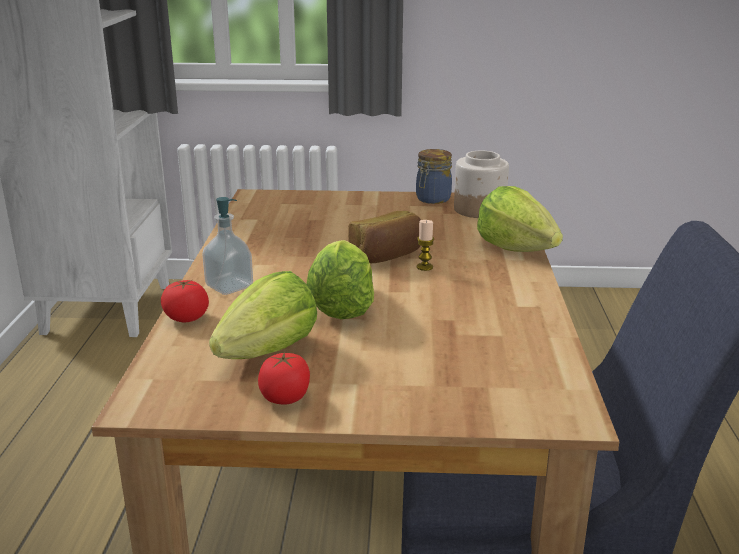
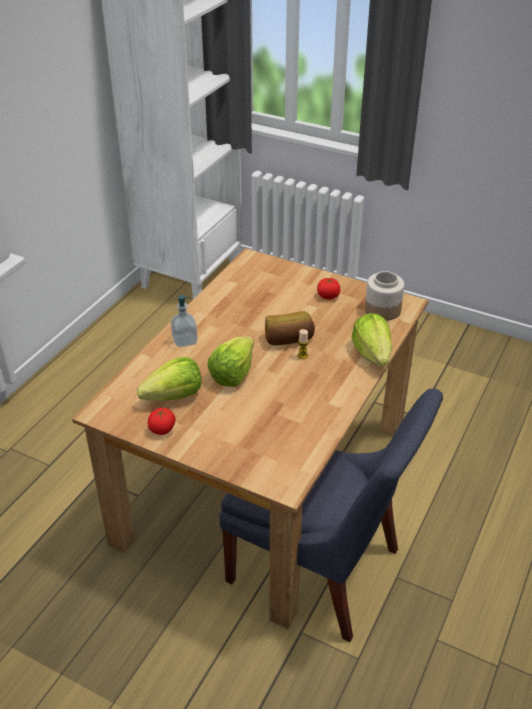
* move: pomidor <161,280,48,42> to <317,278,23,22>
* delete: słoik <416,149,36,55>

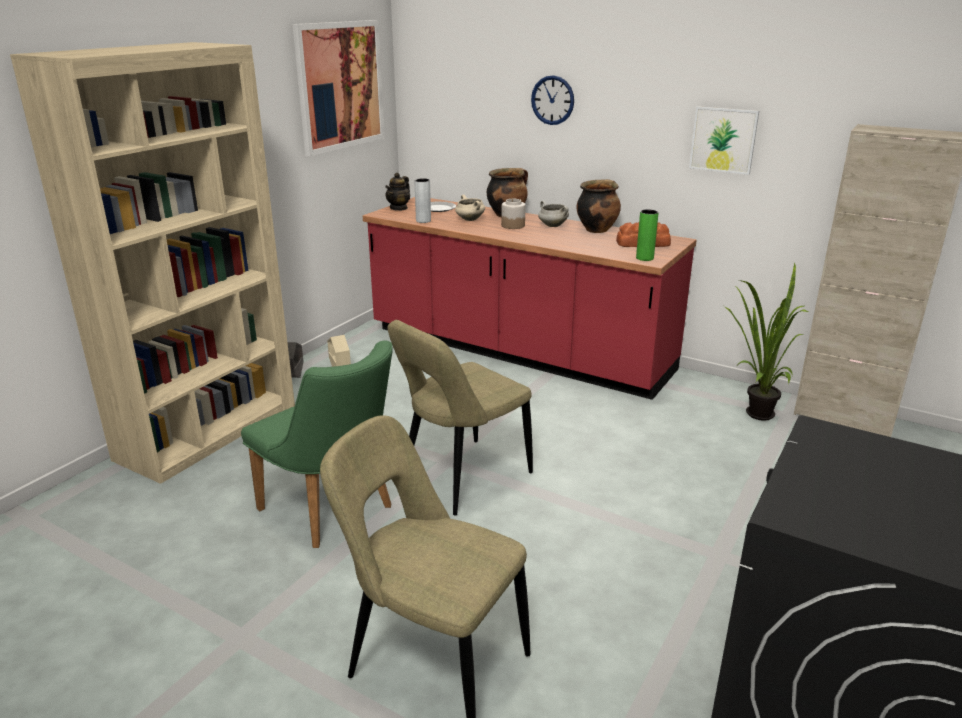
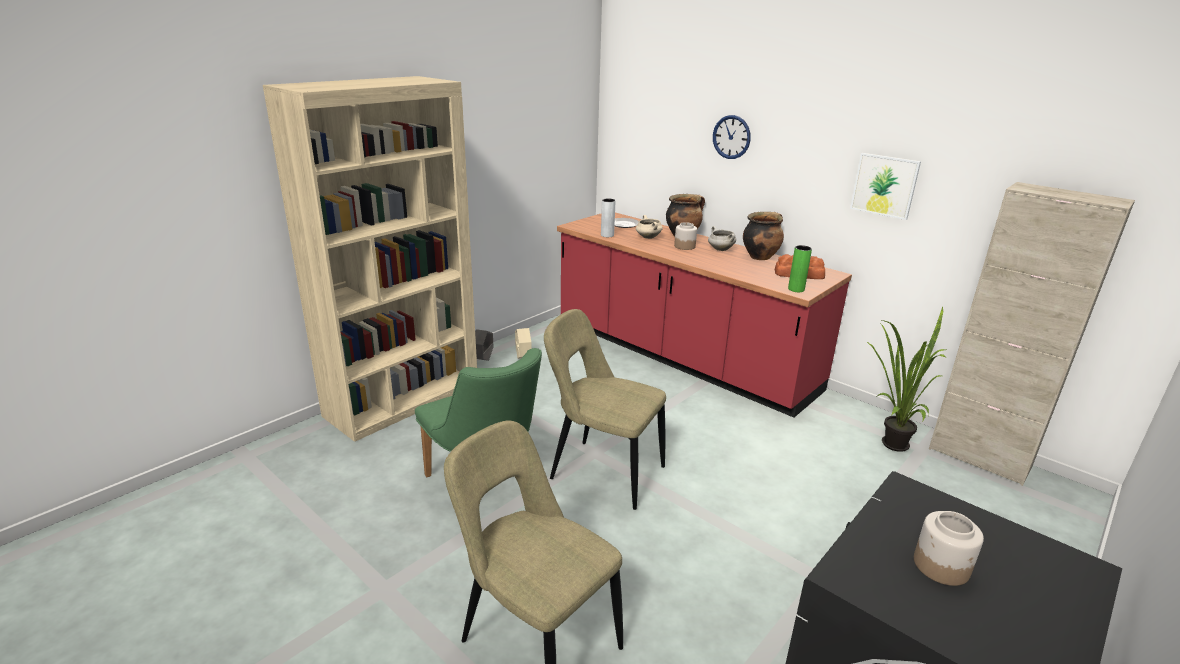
* rotate: krzesło/beżowy <388,320,145,196> = <544,309,122,201> 60 degrees clockwise
* insert: słoik <914,511,70,75>
* delete: obraz <293,20,91,136>
* delete: imbryk <385,172,25,39>

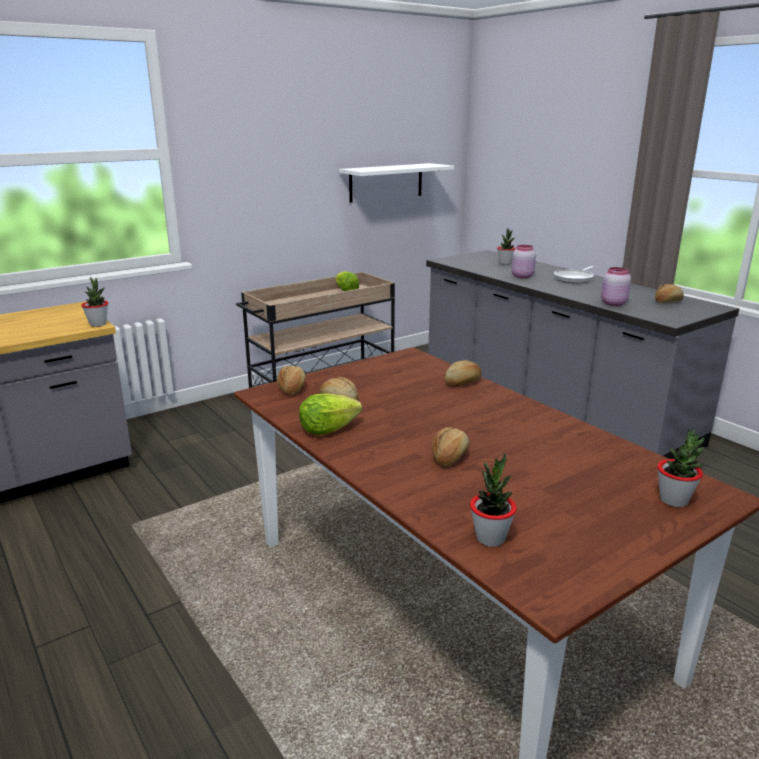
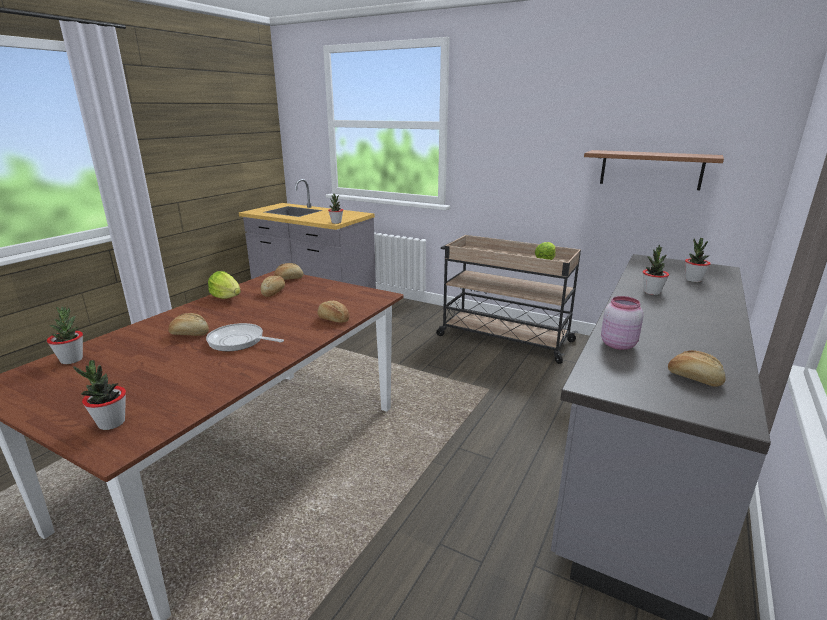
* move: patelnia <554,266,40,17> to <206,323,78,28>
* recolor: półka/biały <339,163,115,40> to półka/brązowy <584,150,140,40>
* replace: słoik/różowy <512,245,24,33> to roślina doniczkowa <643,245,26,50>

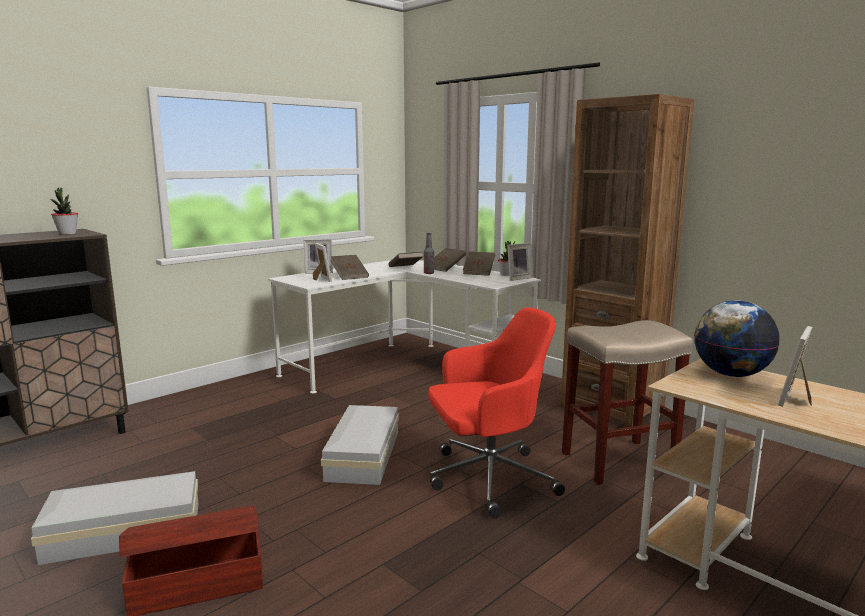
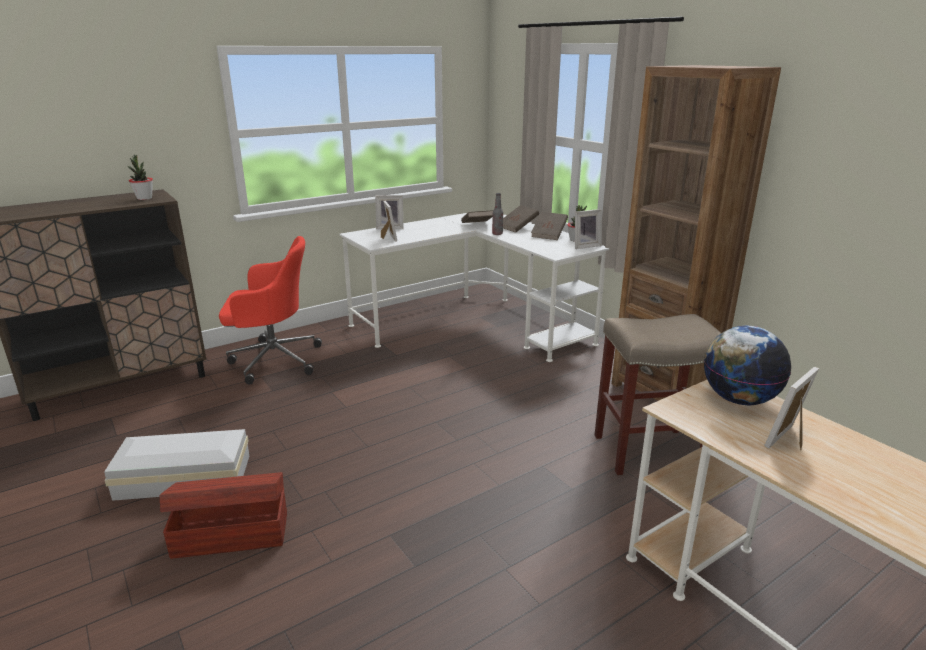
* move: krzesło biurowe/czerwony <428,307,137,212> to <219,236,103,149>
* delete: pojemnik do przechowywania/biały <321,405,78,80>
* delete: książka/brązowy <331,255,38,25>

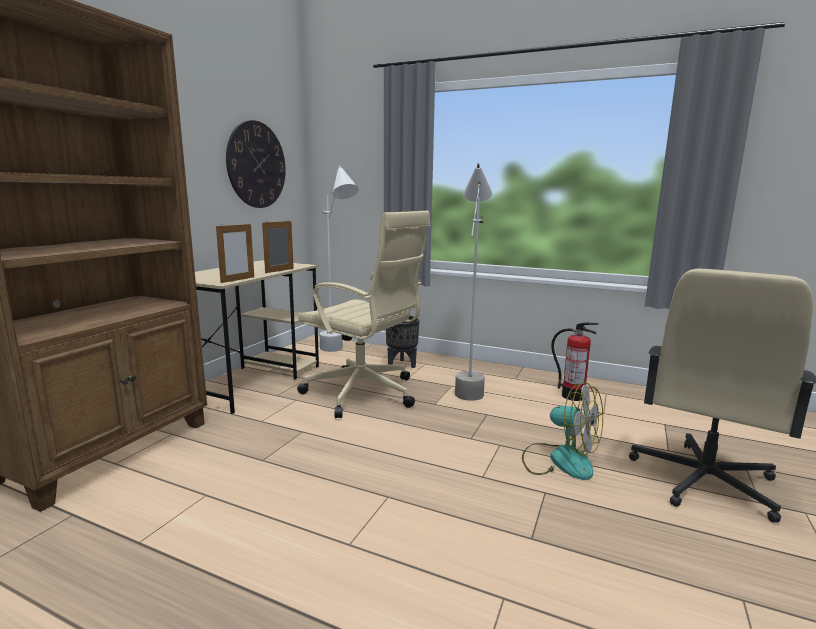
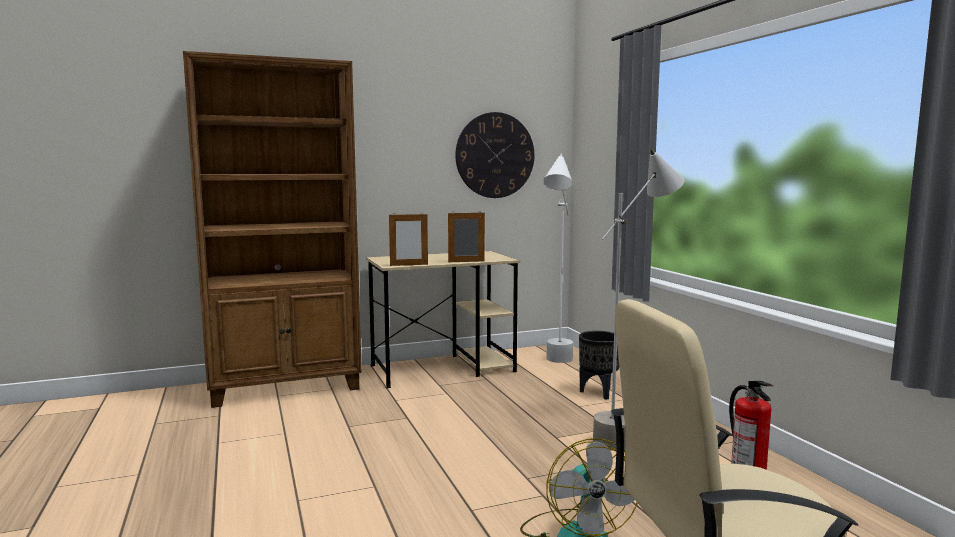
* delete: krzesło biurowe/beżowy <297,211,133,207>

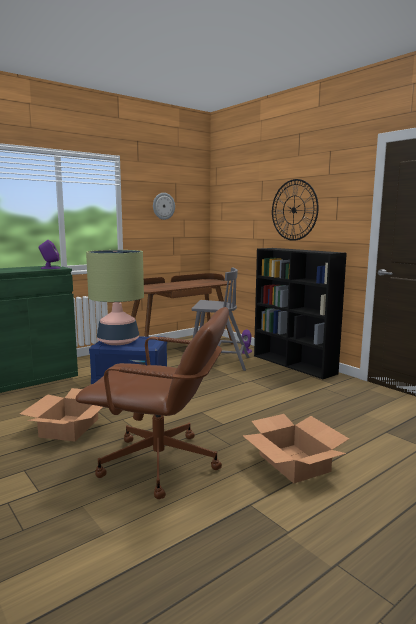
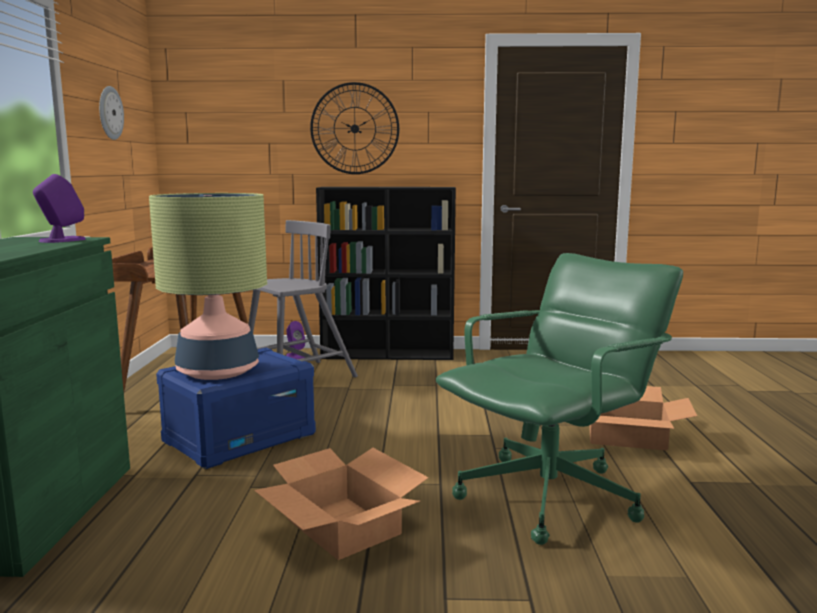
* recolor: krzesło biurowe/brązowy <75,307,154,192> to krzesło biurowe/zielony <436,253,247,292>

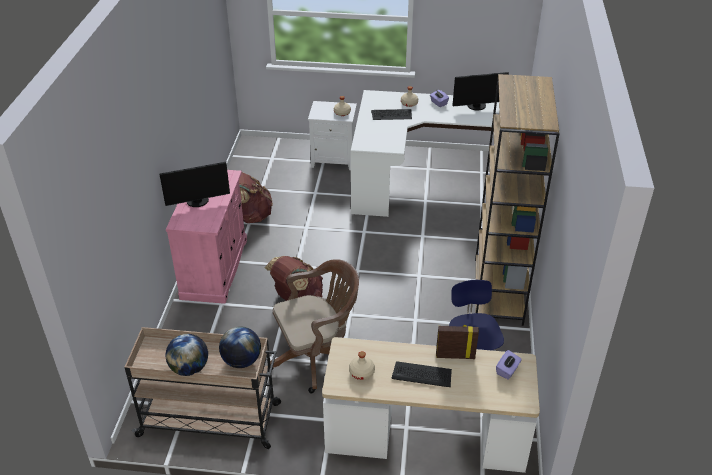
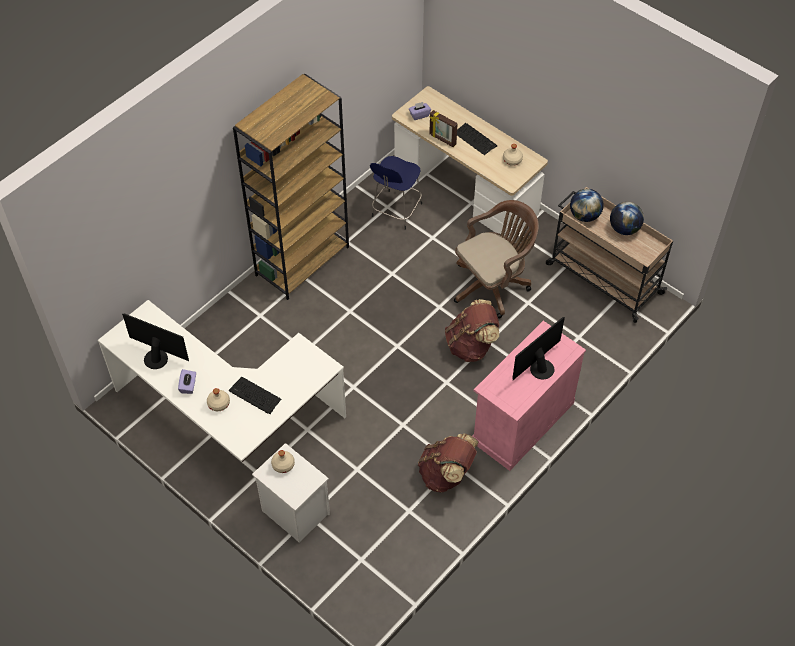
* rotate: krzesło biurowe/brązowy <270,259,89,135> = <454,200,85,119> 135 degrees clockwise
* rotate: monitor <160,162,70,45> = <512,317,53,63> 60 degrees counterclockwise

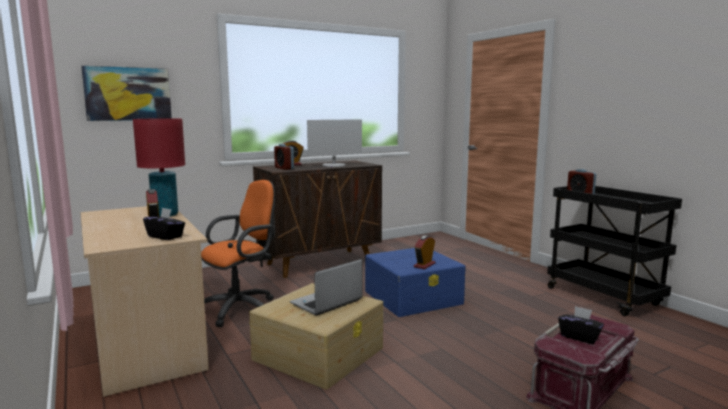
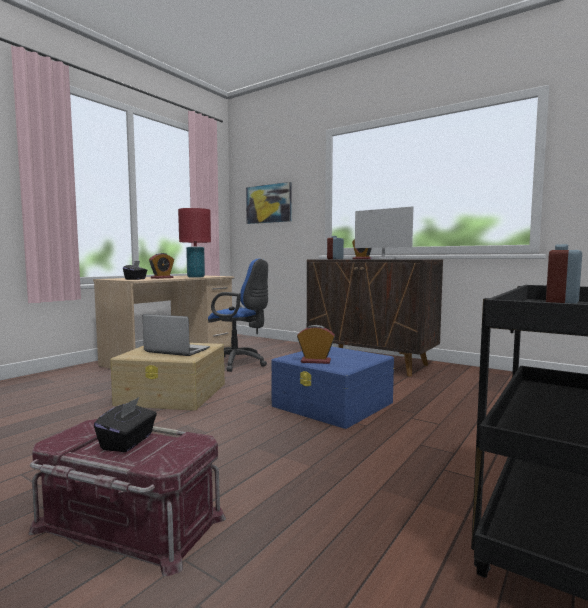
* recolor: krzesło biurowe/pomarańczowy <201,180,74,147> to krzesło biurowe/niebieski <208,259,60,113>

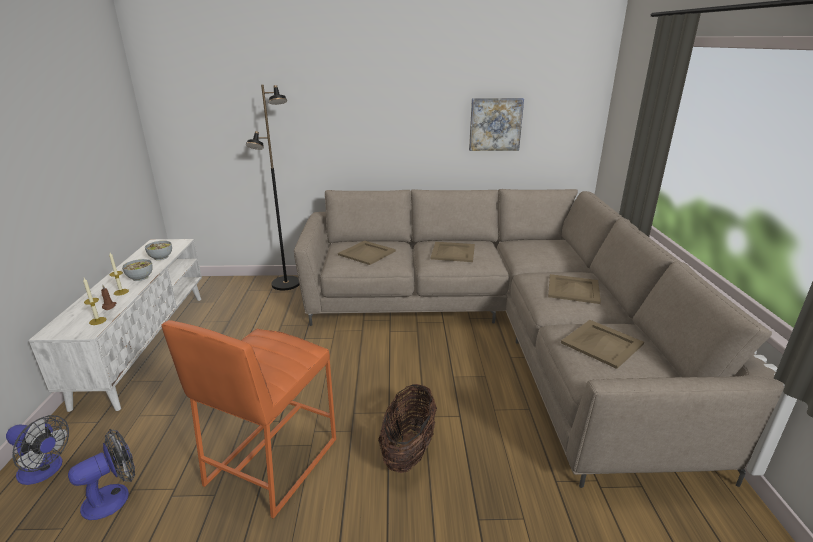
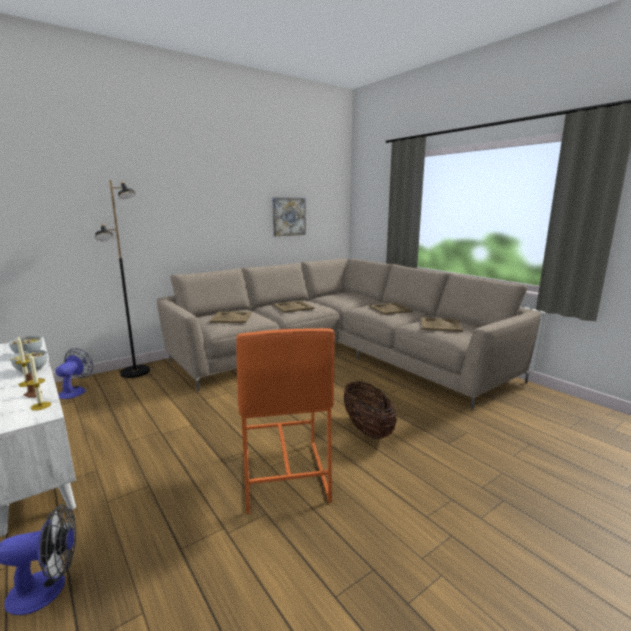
* move: wentylator <68,429,67,91> to <55,348,38,51>

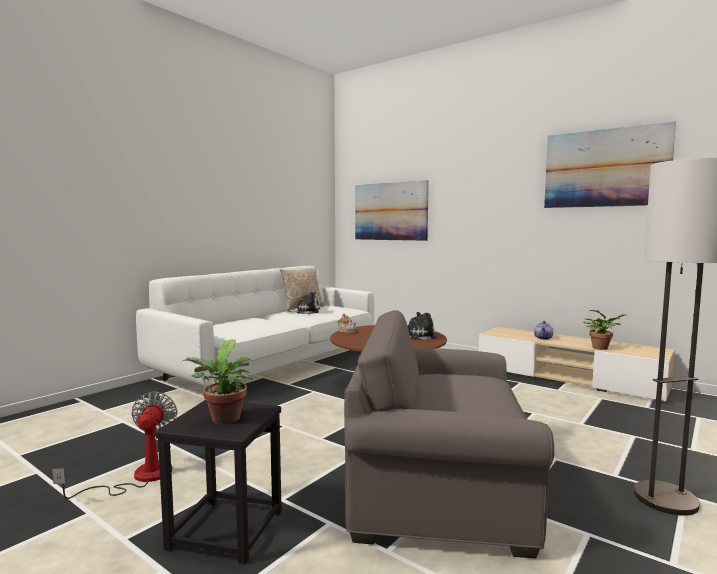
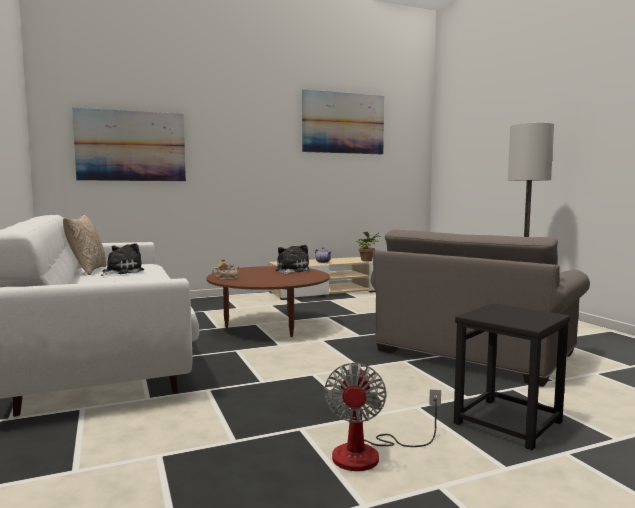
* rotate: wentylator <52,392,126,107> = <324,363,117,108> 105 degrees counterclockwise
* delete: roślina doniczkowa <183,339,70,85>

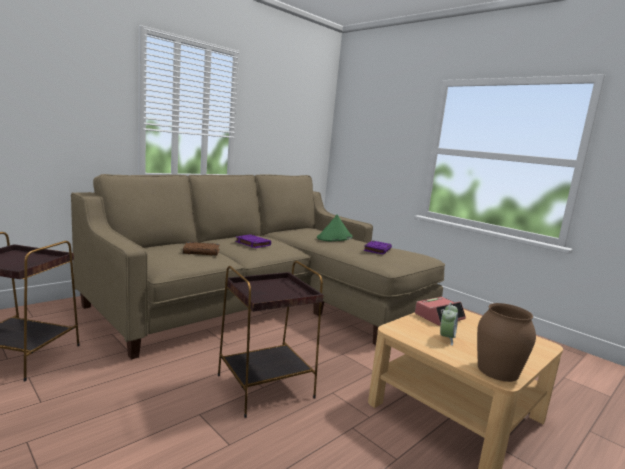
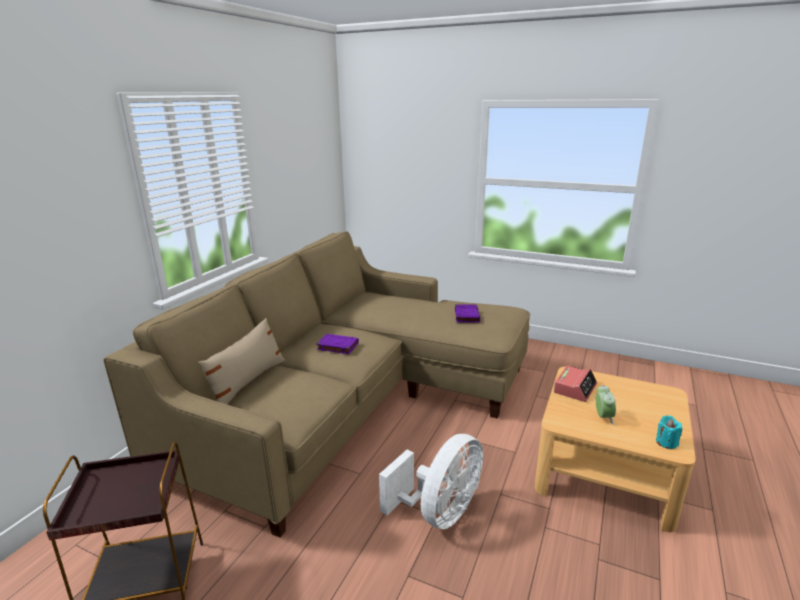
* insert: poduszka/beżowy <198,318,87,86>
* replace: stolik/brązowy <218,261,106,157> to wentylator/biały <379,434,104,95>
* replace: wazon/brązowy <477,303,59,79> to świeca/turkusowy <656,415,26,34>
* delete: książka/brązowy <183,242,37,13>
* delete: kapelusz/zielony <317,215,36,26>

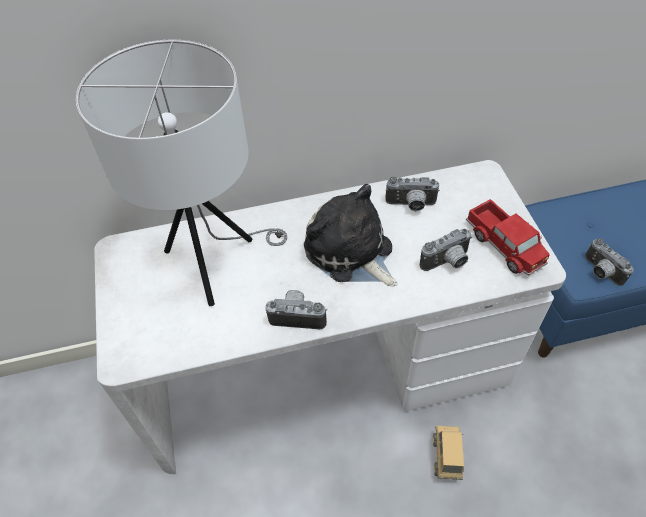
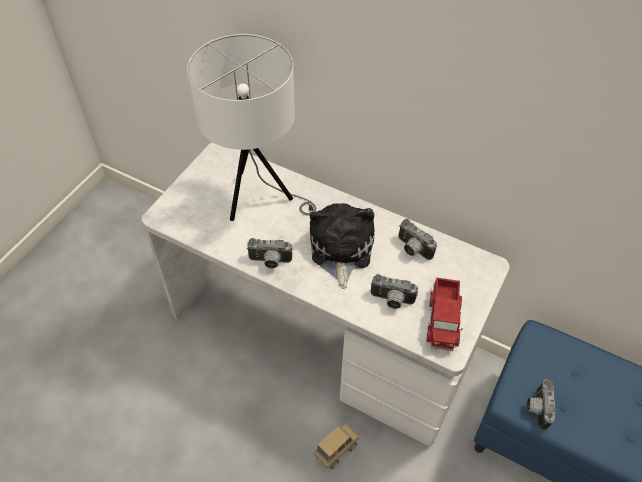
* rotate: aparat fotograficzny <265,290,62,39> = <247,238,45,31> 135 degrees clockwise

